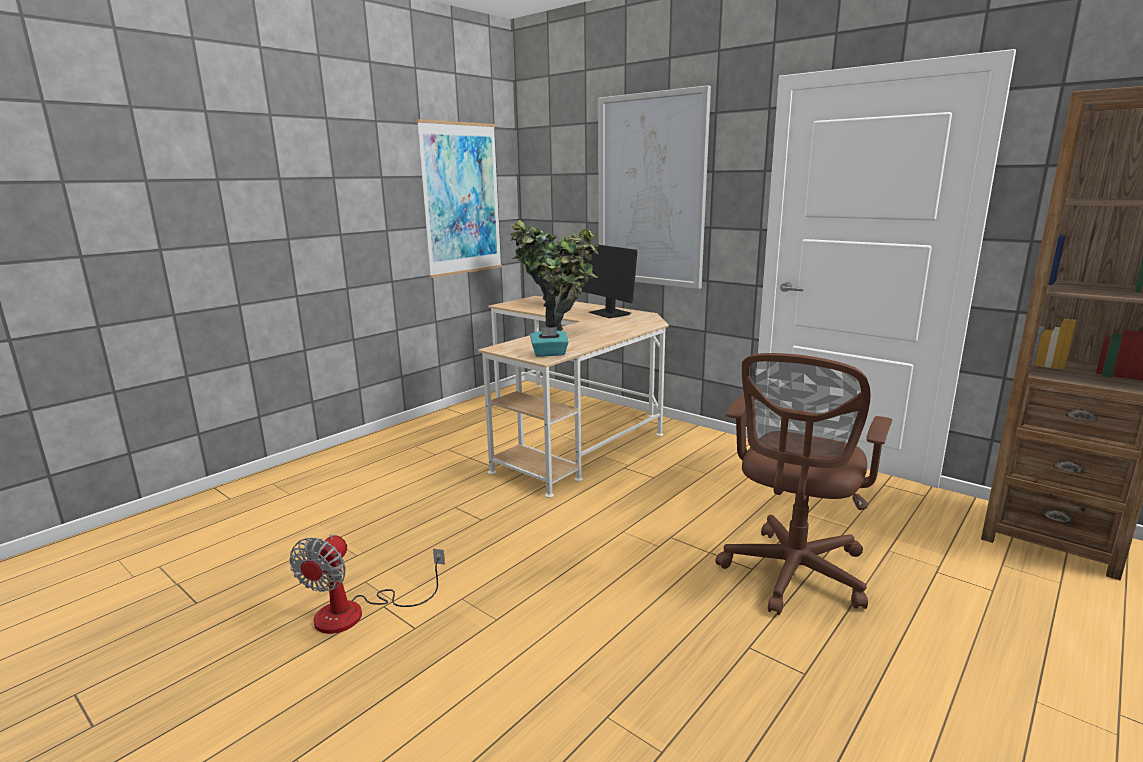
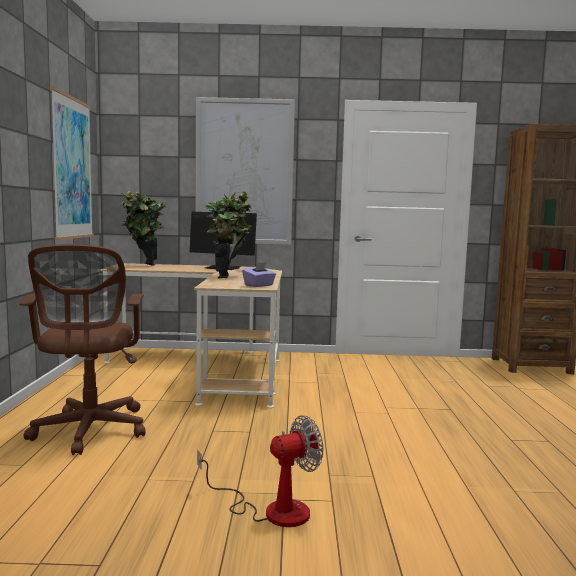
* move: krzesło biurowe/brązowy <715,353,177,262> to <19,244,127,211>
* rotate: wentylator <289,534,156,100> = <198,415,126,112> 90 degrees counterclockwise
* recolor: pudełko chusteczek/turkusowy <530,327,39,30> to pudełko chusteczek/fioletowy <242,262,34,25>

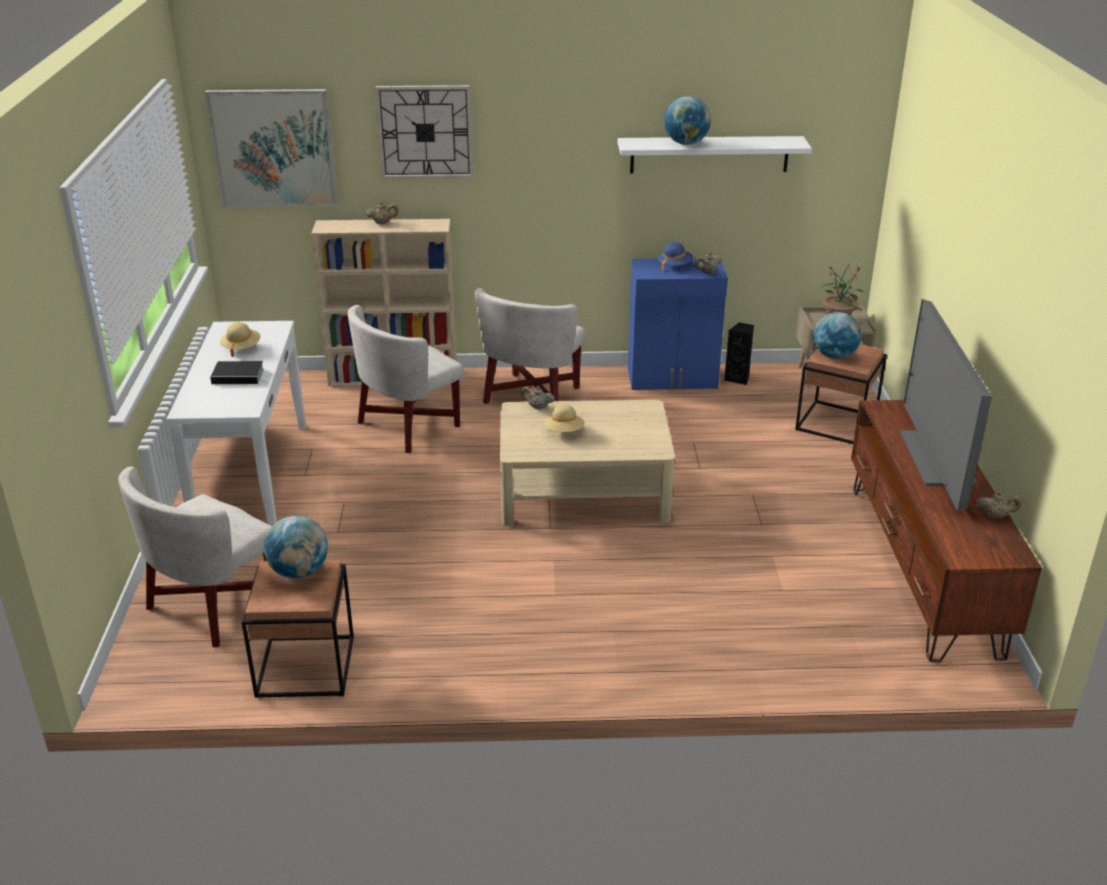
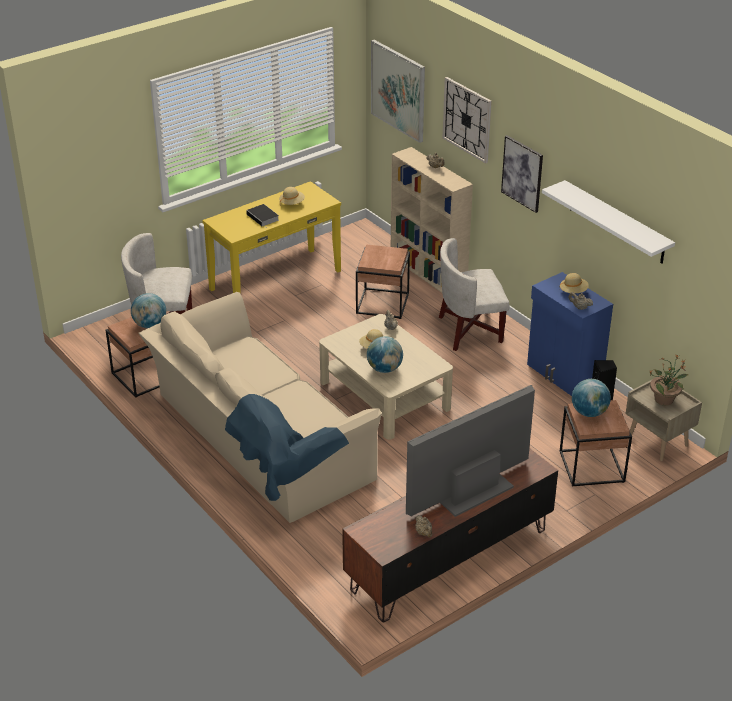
* insert: kanapa/beżowy <139,292,243,231>
* recolor: stolik konsolowy/biały <166,321,140,205> to stolik konsolowy/żółty <202,181,139,113>
* replace: fotel/biały <348,305,116,148> to stolik/brązowy <356,244,54,75>
* move: globus <664,96,47,49> to <367,336,36,37>
* insert: obraz <501,135,42,78>
* recolor: kapelusz/niebieski <657,242,36,29> to kapelusz/beżowy <559,273,30,20>

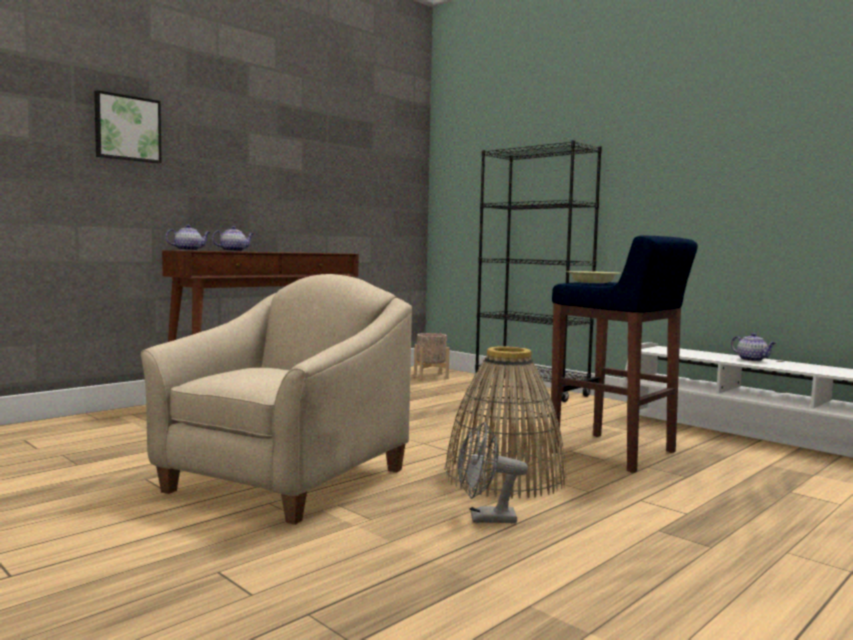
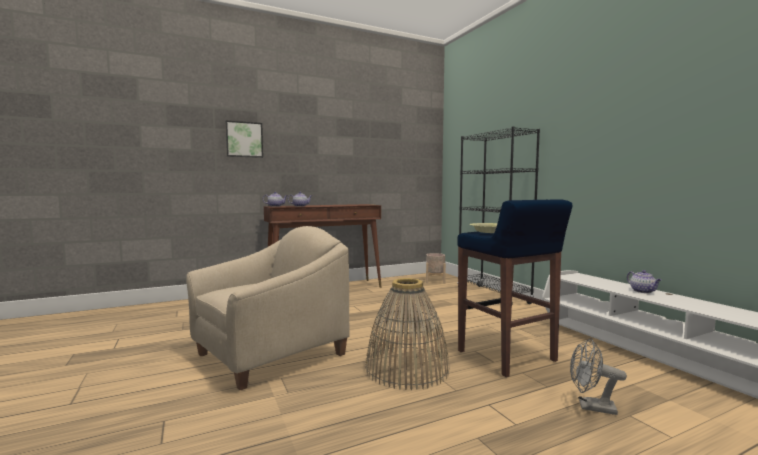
* move: wentylator/szary <458,422,70,101> to <570,338,57,77>

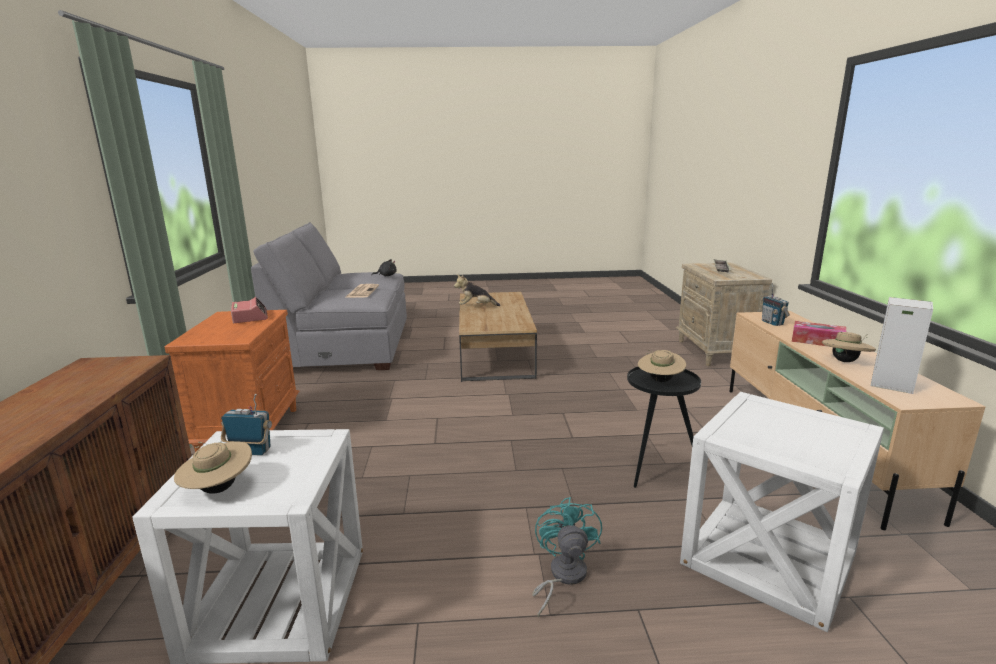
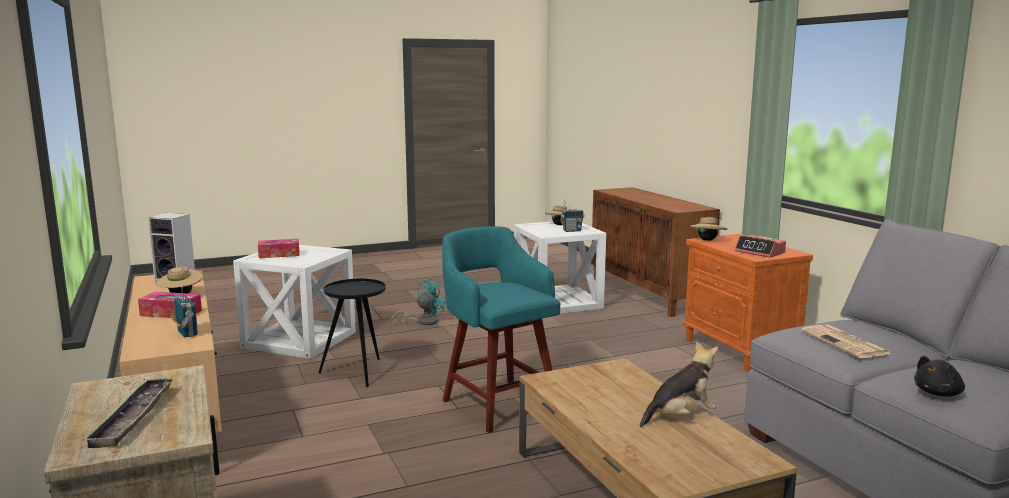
* insert: pudełko chusteczek <258,239,42,19>
* rotate: wentylator/turkusowy <532,497,70,120> = <390,278,57,47> 120 degrees counterclockwise
* insert: stołek/turkusowy <442,226,118,207>
* move: kapelusz/beżowy <638,350,48,32> to <690,217,38,24>

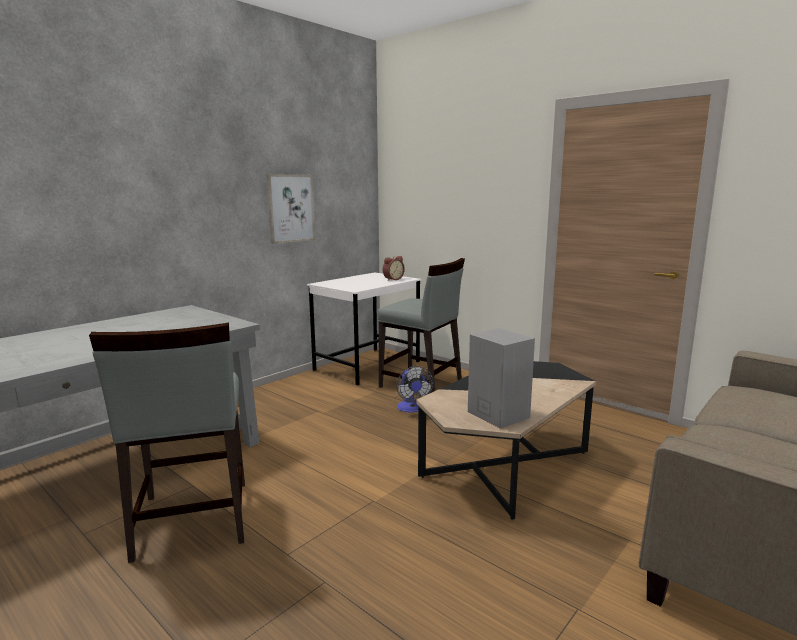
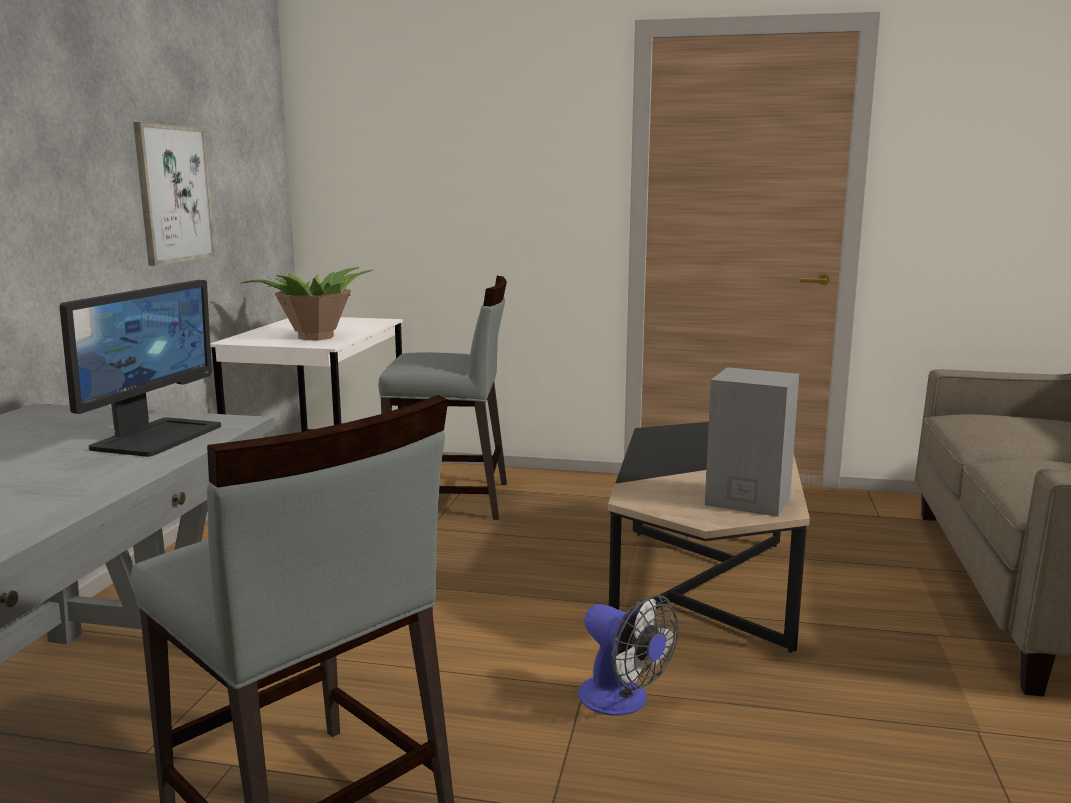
* insert: monitor <60,280,161,177>
* insert: roślina doniczkowa <240,267,134,73>
* move: wentylator <396,366,37,46> to <578,595,100,121>
* delete: budzik <383,256,22,25>

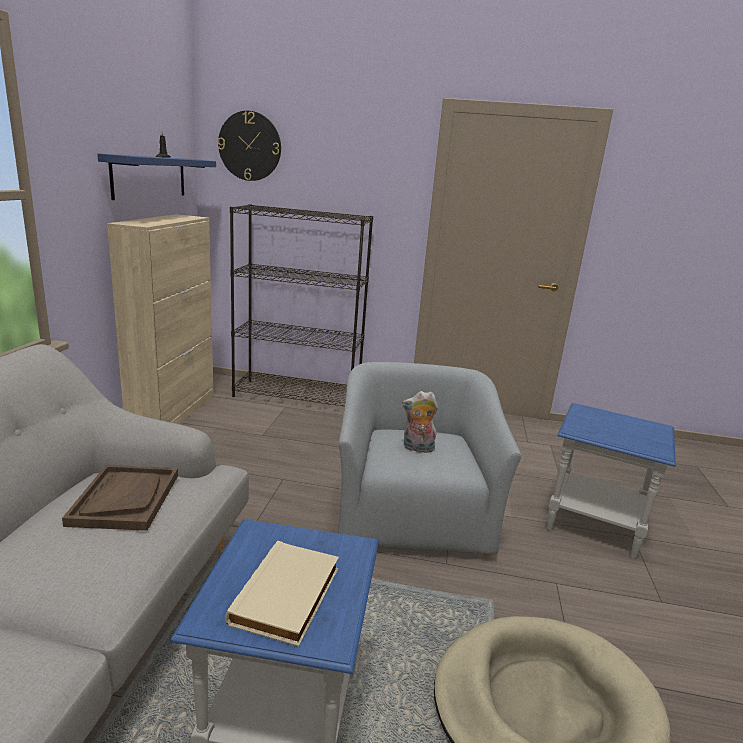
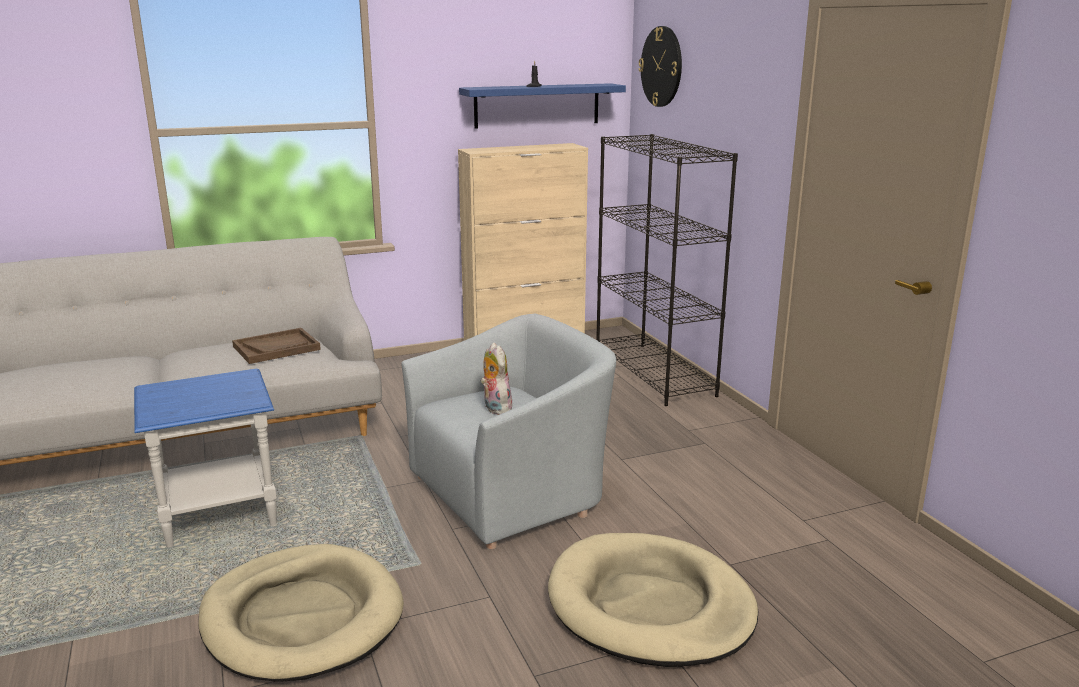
* replace: stolik/niebieski <546,403,130,156> to legowisko/beżowy <548,533,210,134>
* delete: książka/beżowy <225,541,114,106>

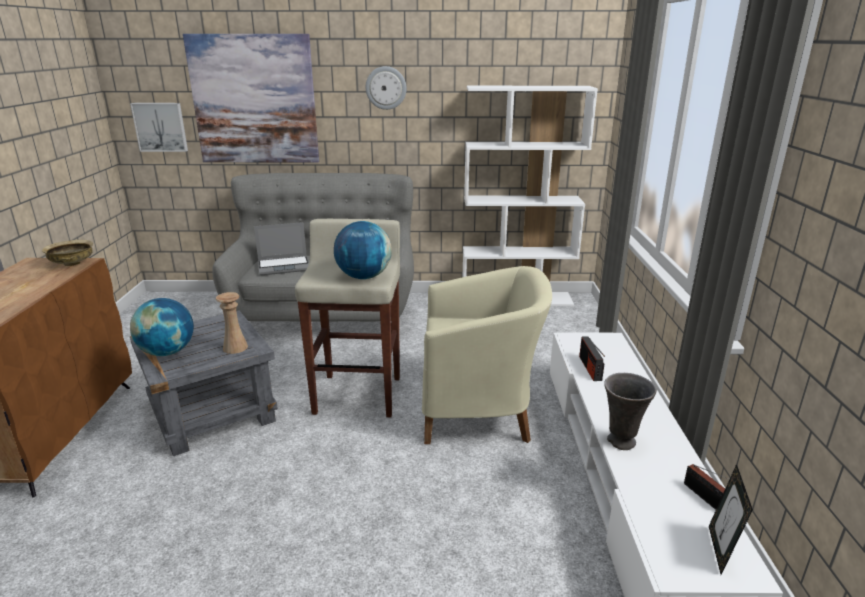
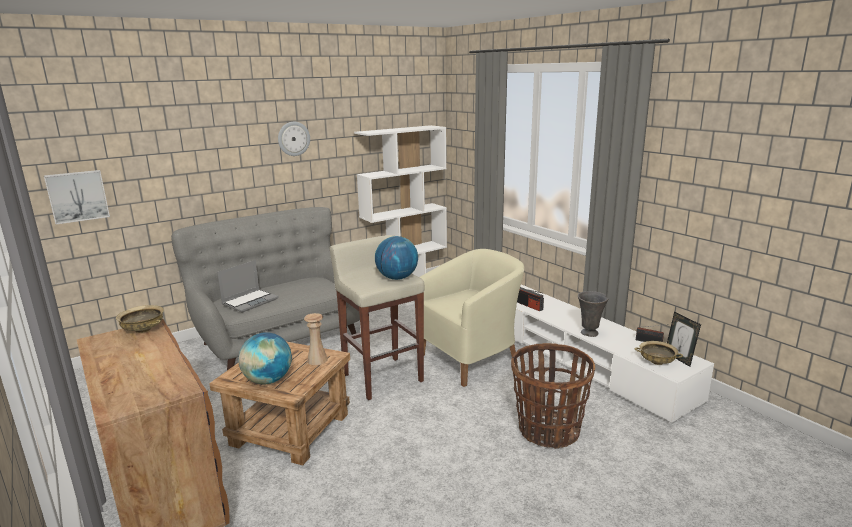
* recolor: stolik/szary <130,310,148,146> to stolik/brązowy <209,342,141,123>
* insert: koszyk <511,343,84,106>
* insert: miska/beżowy <634,341,49,24>
* delete: obraz <183,34,136,128>

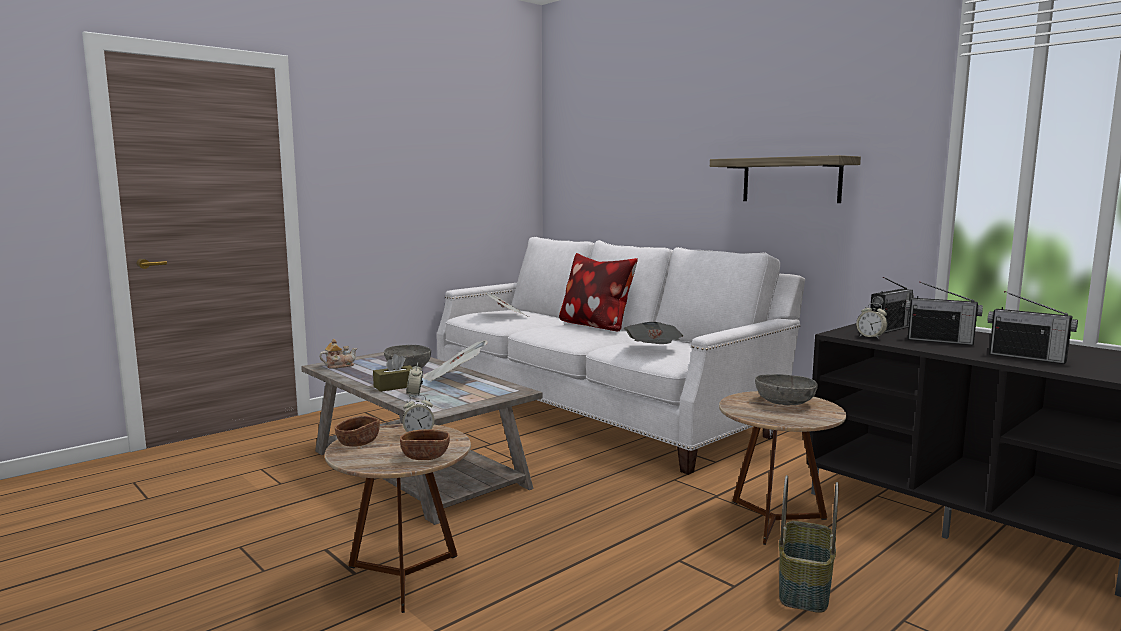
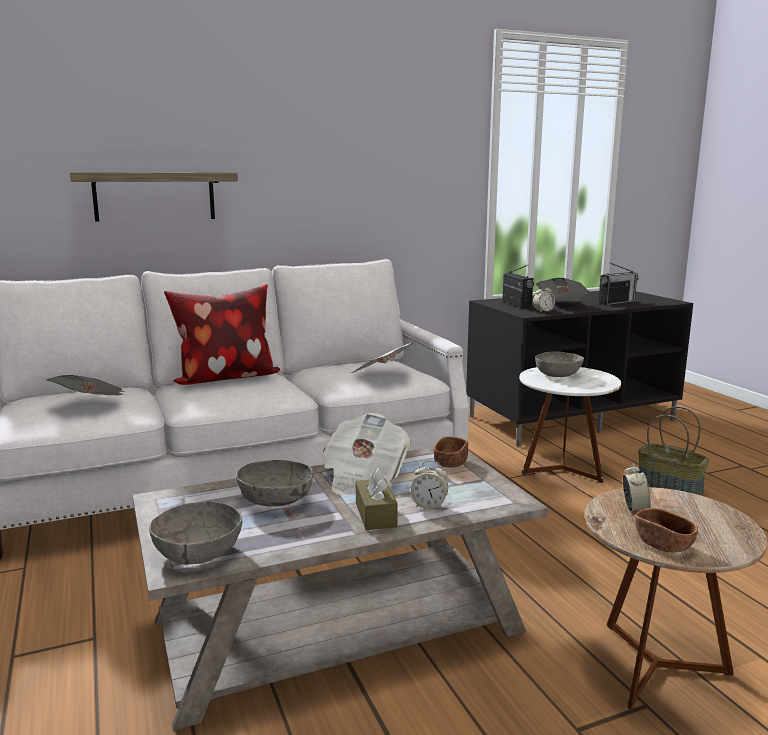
* move: półka <710,155,151,48> to <70,172,168,50>
* replace: imbryk <319,339,38,30> to miska/szary <149,502,93,63>
* move: miska/brązowy <400,429,50,31> to <434,437,34,31>
* recolor: stolik/brązowy <719,391,127,154> to stolik/biały <519,367,102,116>
* replace: radio <905,281,78,64> to gazeta <536,278,53,23>

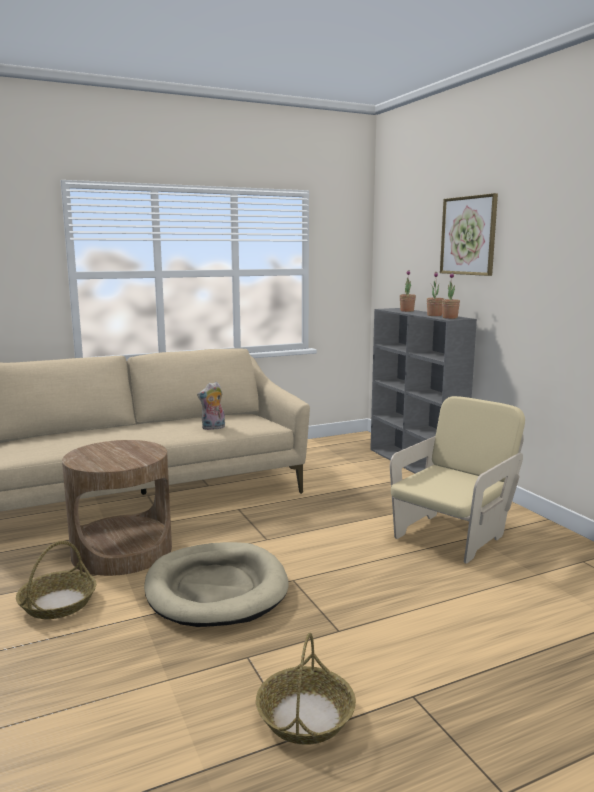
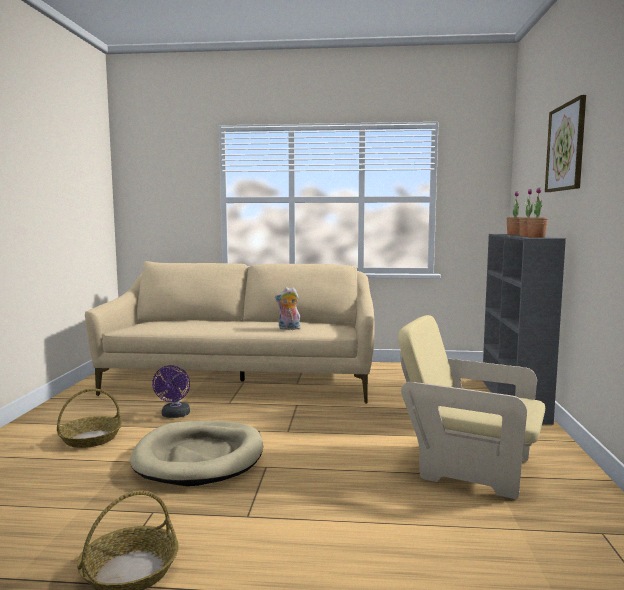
* replace: stolik/brązowy <62,440,110,136> to wentylator/fioletowy <152,365,38,53>
* rotate: fotel/beżowy <390,396,135,168> = <398,315,147,184> 135 degrees counterclockwise

